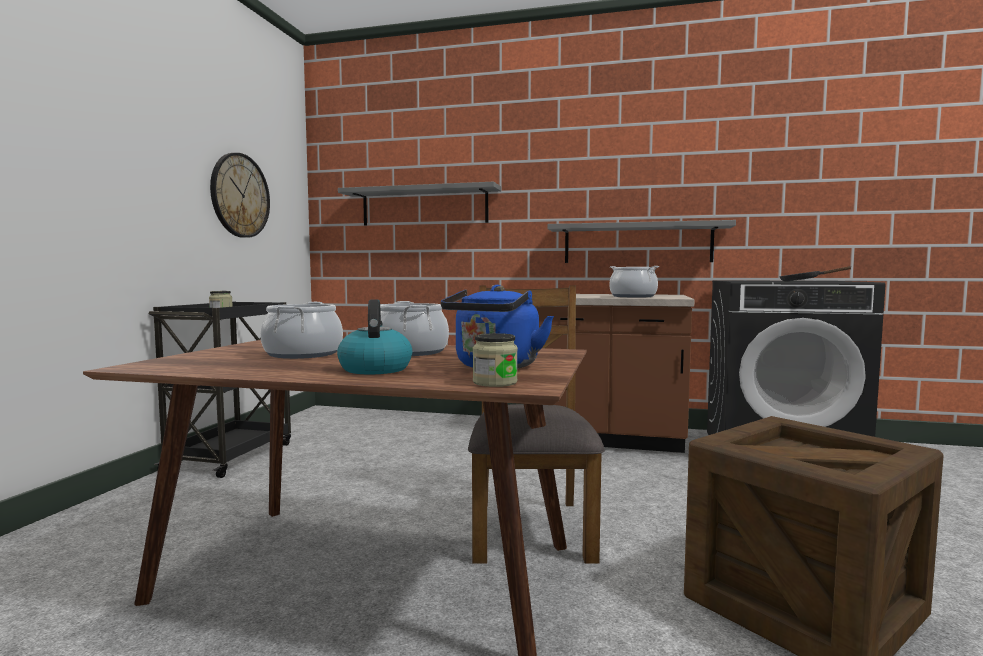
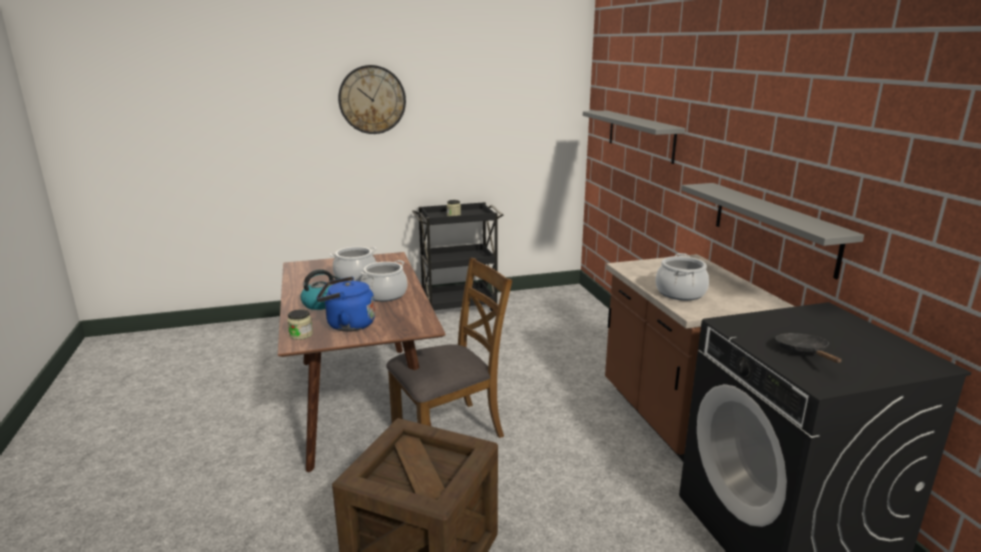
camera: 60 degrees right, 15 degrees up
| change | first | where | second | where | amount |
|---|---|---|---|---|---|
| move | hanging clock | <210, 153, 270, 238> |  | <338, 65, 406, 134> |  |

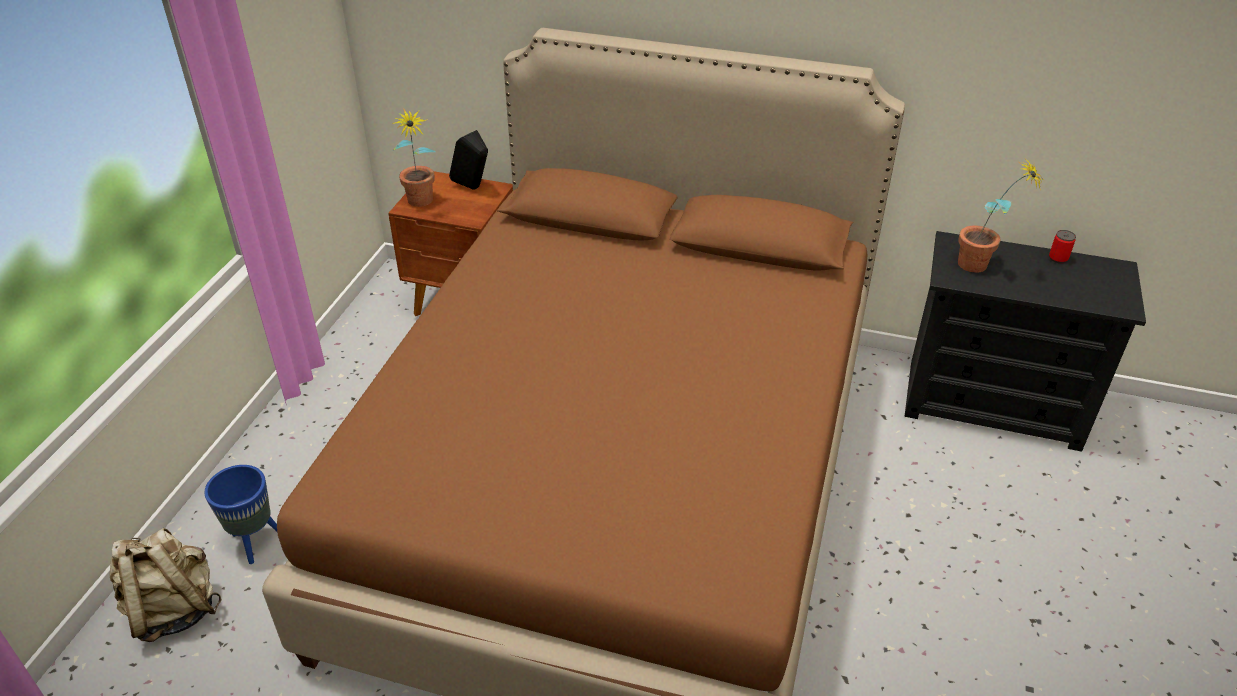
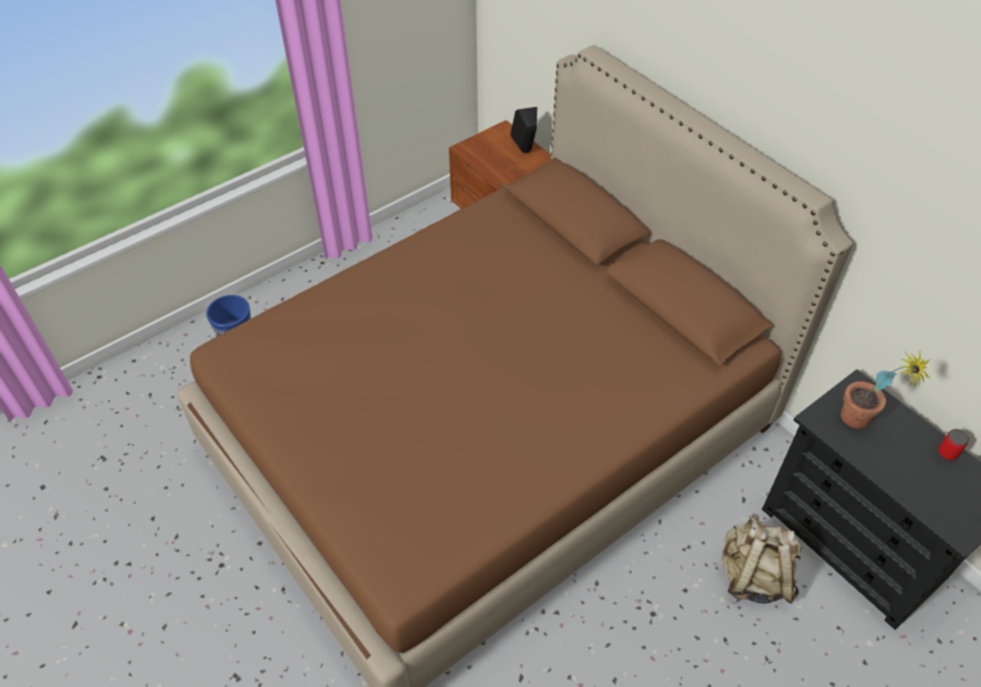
camera: 35 degrees right, 10 degrees up
| change | first | where | second | where | amount |
|---|---|---|---|---|---|
| move | beige-coloured rucksack | <110, 528, 222, 642> |  | <721, 513, 802, 604> |  |
| delete | potted plant | <392, 108, 436, 207> |  |  |  |

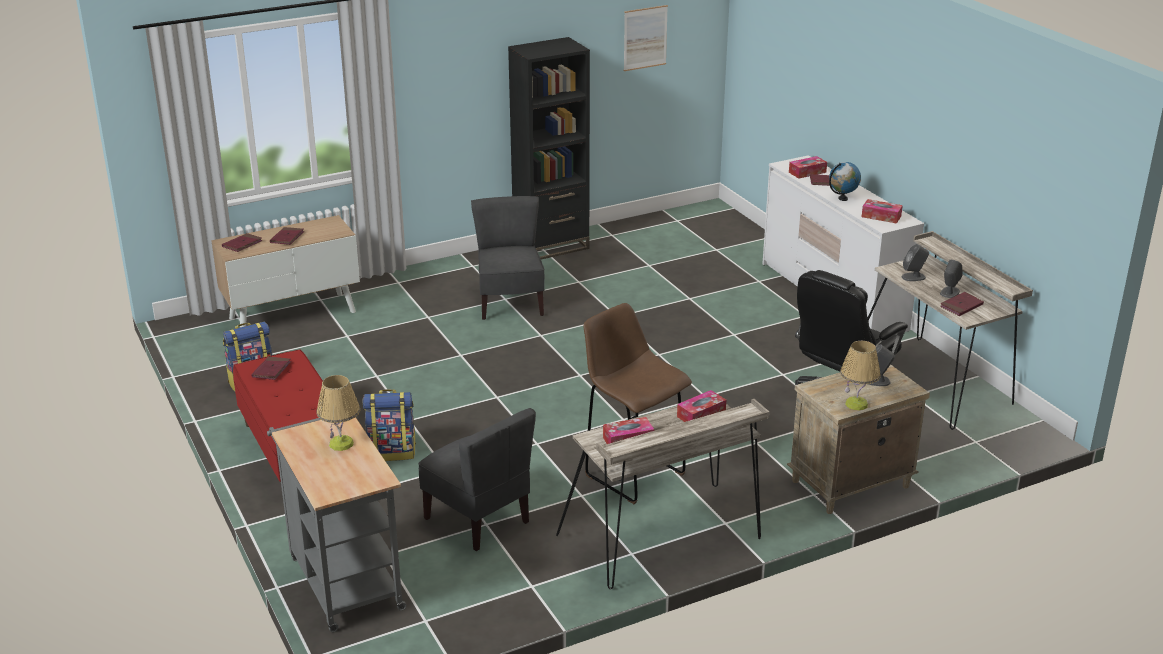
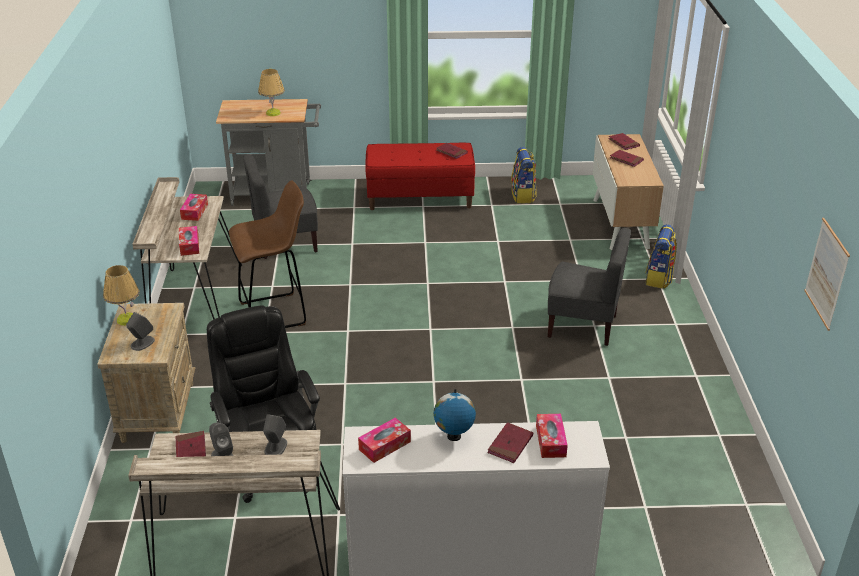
camera: 115 degrees right, 5 degrees up
| change | first | where | second | where | amount |
|---|---|---|---|---|---|
| move | rucksack | <362, 389, 416, 461> |  | <646, 224, 677, 289> |  |
| delete | black shelving unit | <508, 37, 590, 259> |  |  |  |

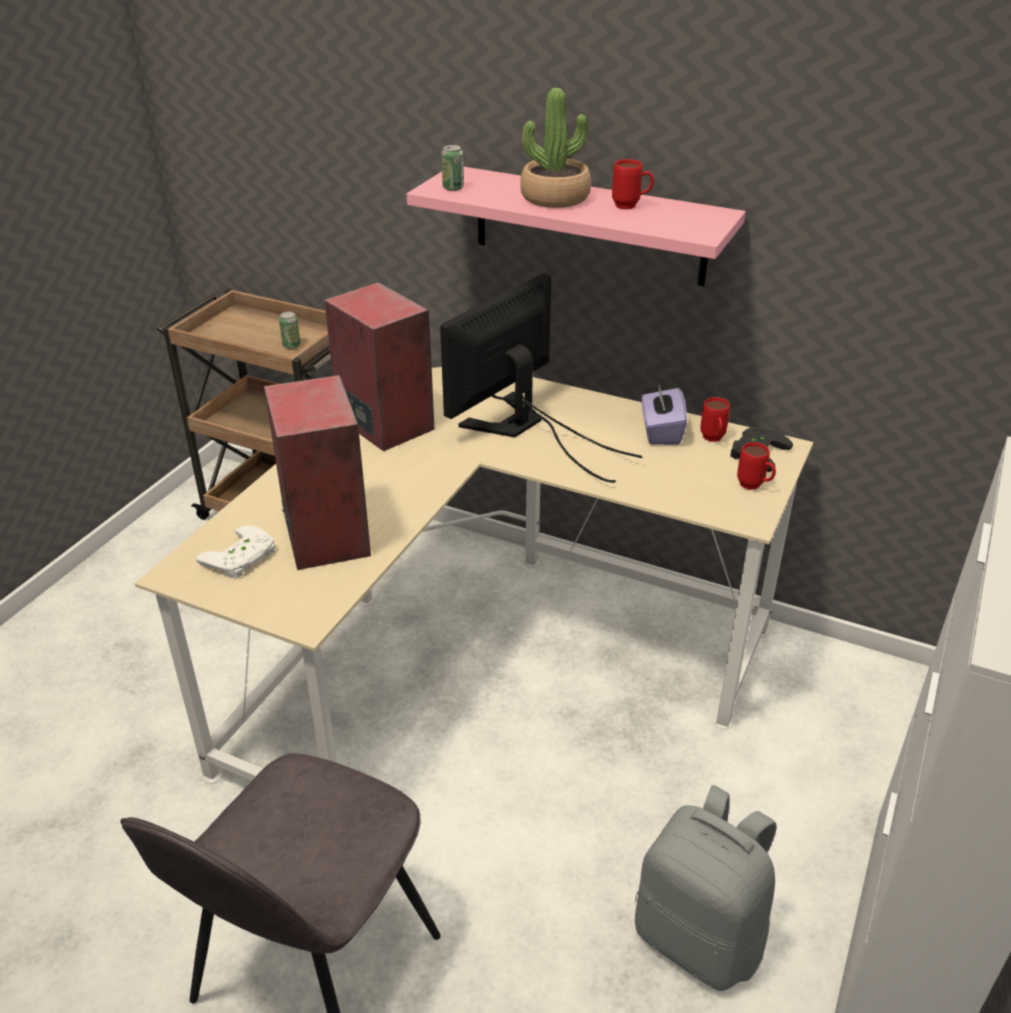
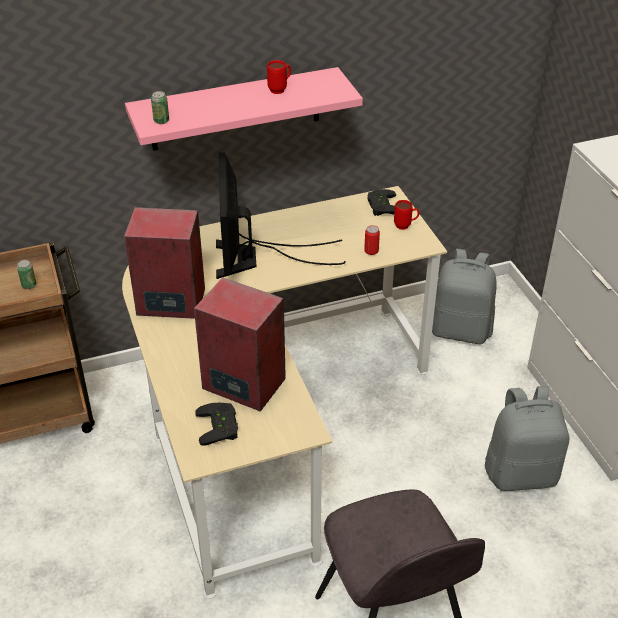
camera: 45 degrees left, 5 degrees up
| change | first | where | second | where | amount |
|---|---|---|---|---|---|
| recolor | white-coloured joypad | <196, 525, 275, 579> | black joypad | <195, 403, 238, 446> |  |
| delete | potted plant | <520, 88, 591, 208> |  |  |  |
| delete | purple tissue holder | <641, 385, 687, 445> |  |  |  |
| delete | red-coloured mug | <700, 397, 730, 442> |  |  |  |
| insert |  |  | sealed can | <364, 225, 380, 255> |  |
| insert |  |  | greyish rucksack | <432, 249, 497, 344> |  |

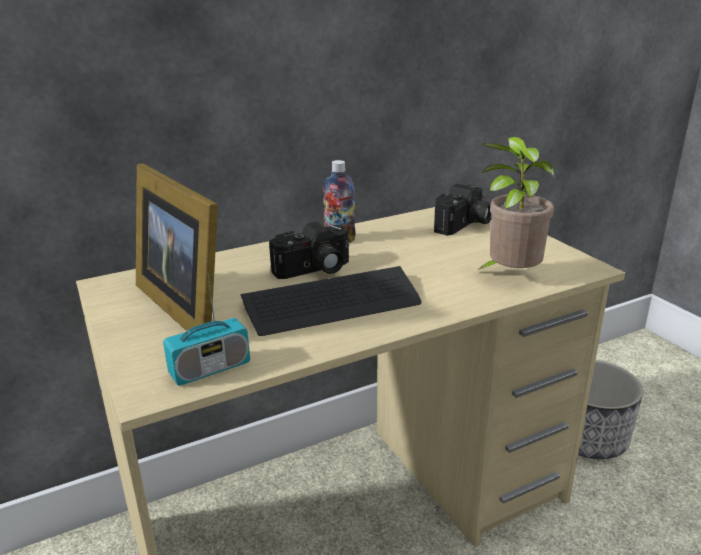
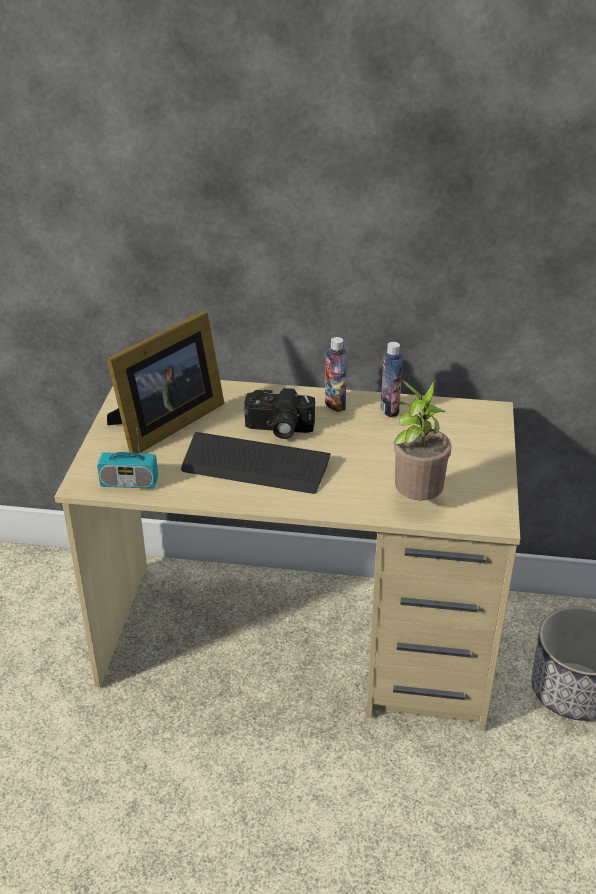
camera: 35 degrees right, 10 degrees up
| change | first | where | second | where | amount |
|---|---|---|---|---|---|
| rotate | photo frame | <136, 164, 218, 331> |  | <107, 310, 225, 454> | 135 degrees counterclockwise |
| delete | photo camera | <434, 184, 492, 236> |  |  |  |
| insert |  |  | beverage bottle | <380, 342, 403, 417> |  |

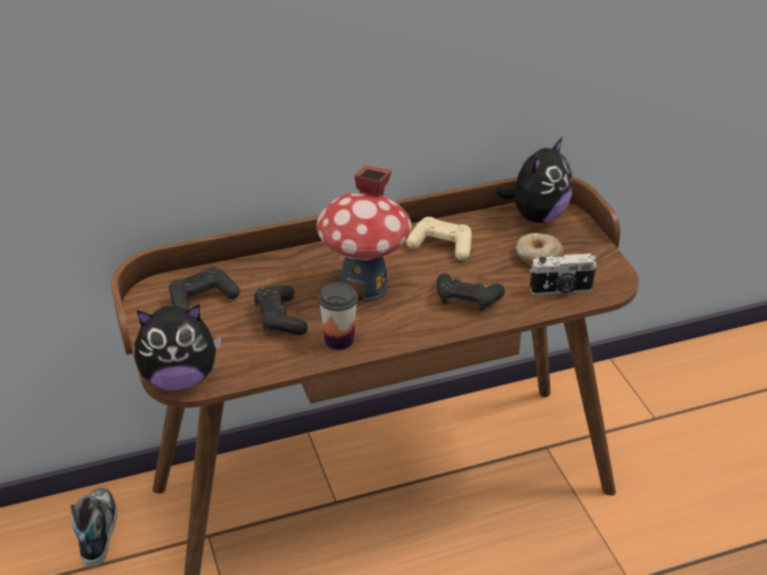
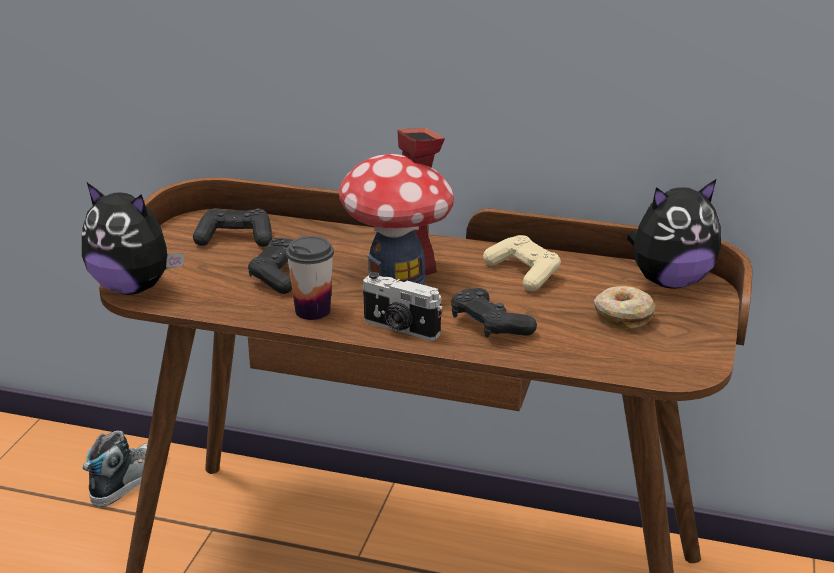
camera: 35 degrees right, 10 degrees down
| change | first | where | second | where | amount |
|---|---|---|---|---|---|
| move | photo camera | <530, 253, 598, 295> |  | <362, 272, 442, 341> |  |

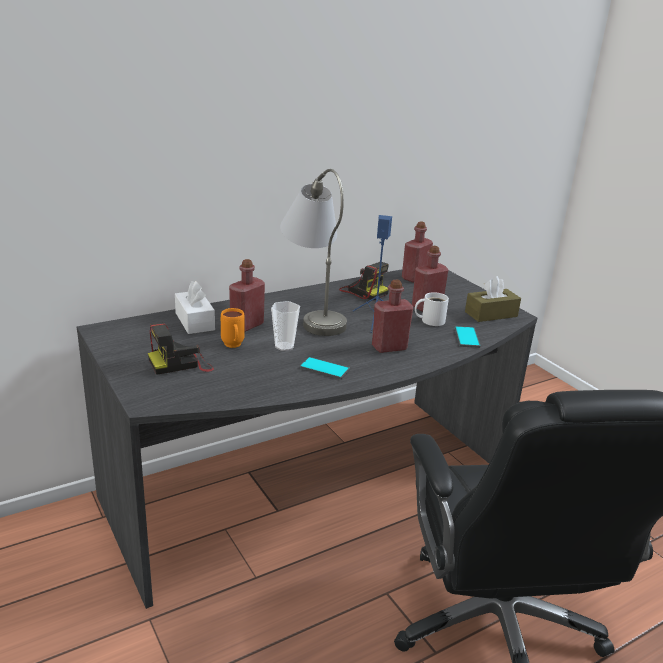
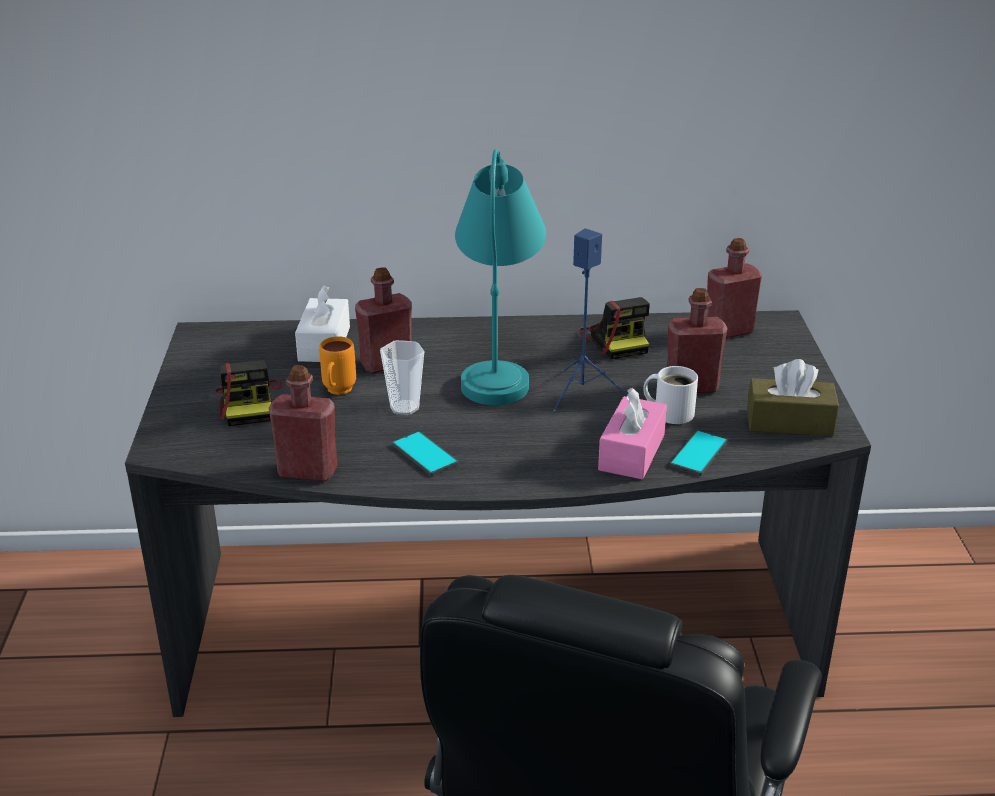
camera: 30 degrees right, 5 degrees up
| change | first | where | second | where | amount |
|---|---|---|---|---|---|
| rotate | photo camera | <148, 323, 214, 375> |  | <215, 360, 282, 426> | 105 degrees counterclockwise |
| recolor | greyish table lamp | <280, 169, 347, 336> | turquoise-coloured table lamp | <455, 149, 546, 405> |  |
| move | red-coloured beverage bottle | <372, 280, 413, 353> |  | <269, 365, 337, 481> |  |
| insert |  |  | pinkish tissue holder | <598, 388, 667, 479> |  |

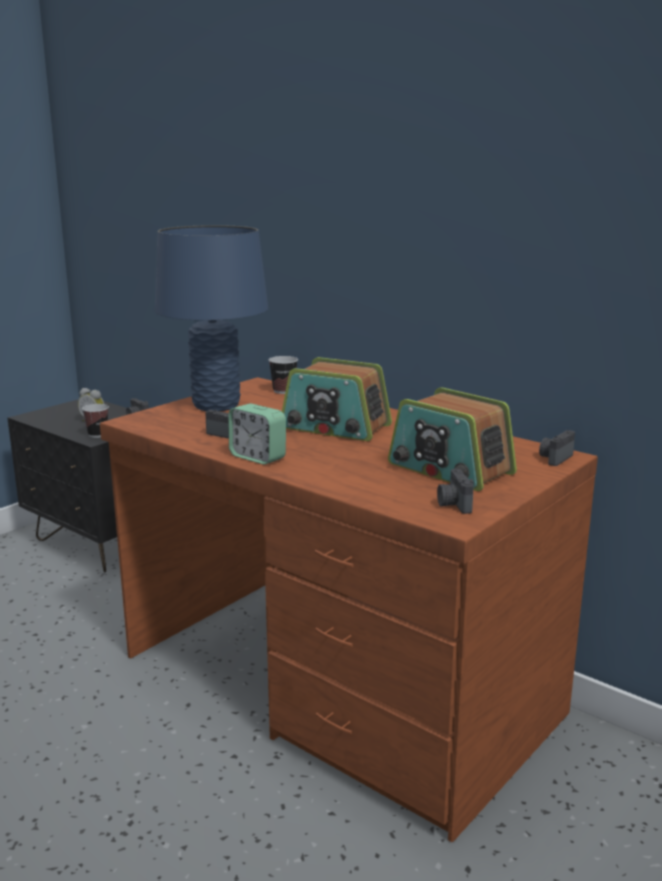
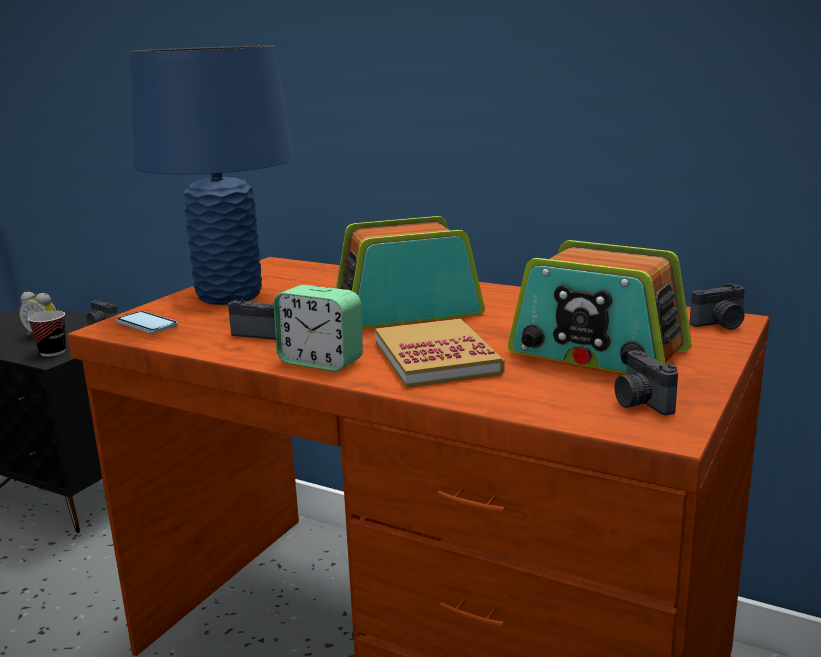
camera: 10 degrees left, 0 degrees up
| change | first | where | second | where | amount |
|---|---|---|---|---|---|
| delete | small cup | <269, 356, 298, 394> |  |  |  |
| rotate | radio receiver | <282, 357, 392, 441> |  | <336, 216, 485, 328> | 150 degrees clockwise |
| rotate | photo camera | <539, 430, 575, 466> |  | <690, 283, 745, 330> | 135 degrees counterclockwise |
| insert |  |  | phone | <116, 311, 178, 334> |  |
| insert |  |  | volume | <375, 319, 504, 388> |  |

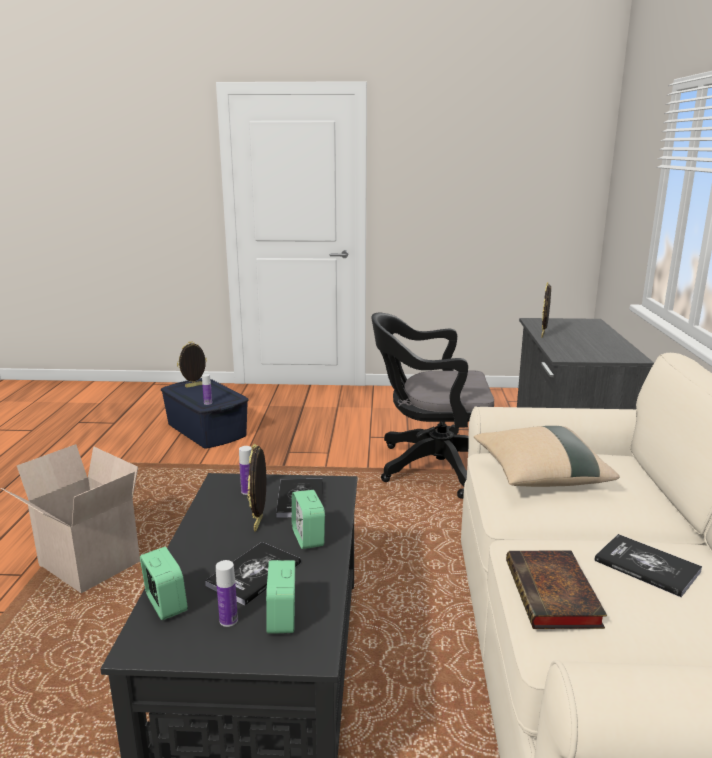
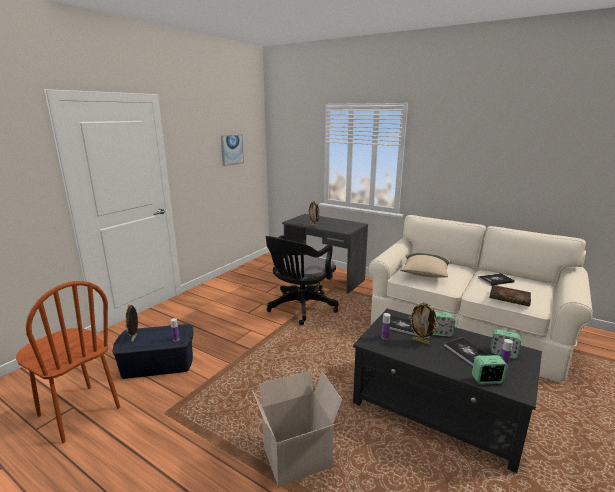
camera: 60 degrees left, 0 degrees up
| change | first | where | second | where | amount |
|---|---|---|---|---|---|
| insert |  |  | brown-coloured upright chair | <16, 281, 120, 443> |  |
| insert |  |  | wall picture | <221, 134, 244, 166> |  |

